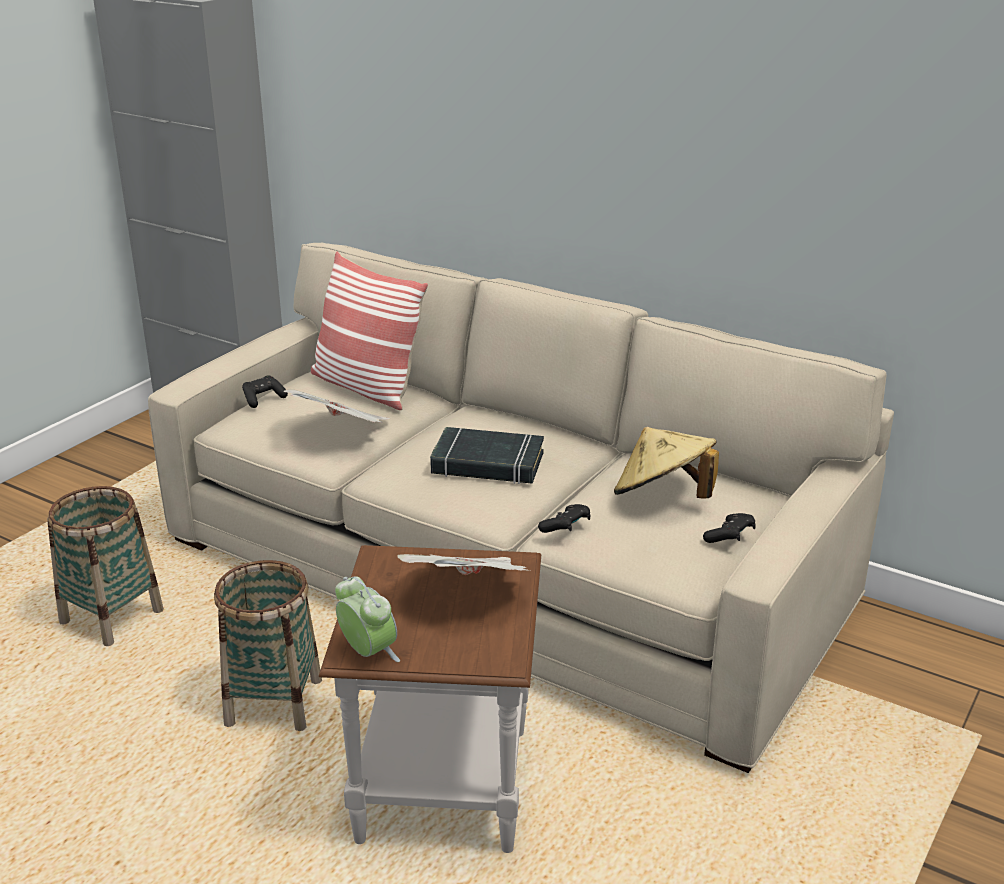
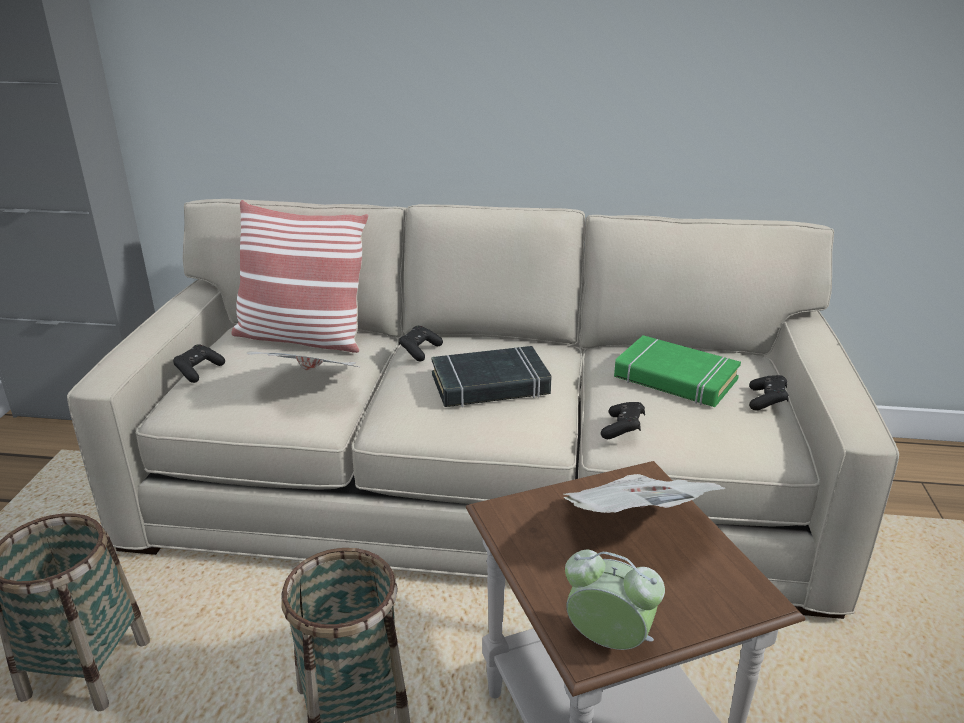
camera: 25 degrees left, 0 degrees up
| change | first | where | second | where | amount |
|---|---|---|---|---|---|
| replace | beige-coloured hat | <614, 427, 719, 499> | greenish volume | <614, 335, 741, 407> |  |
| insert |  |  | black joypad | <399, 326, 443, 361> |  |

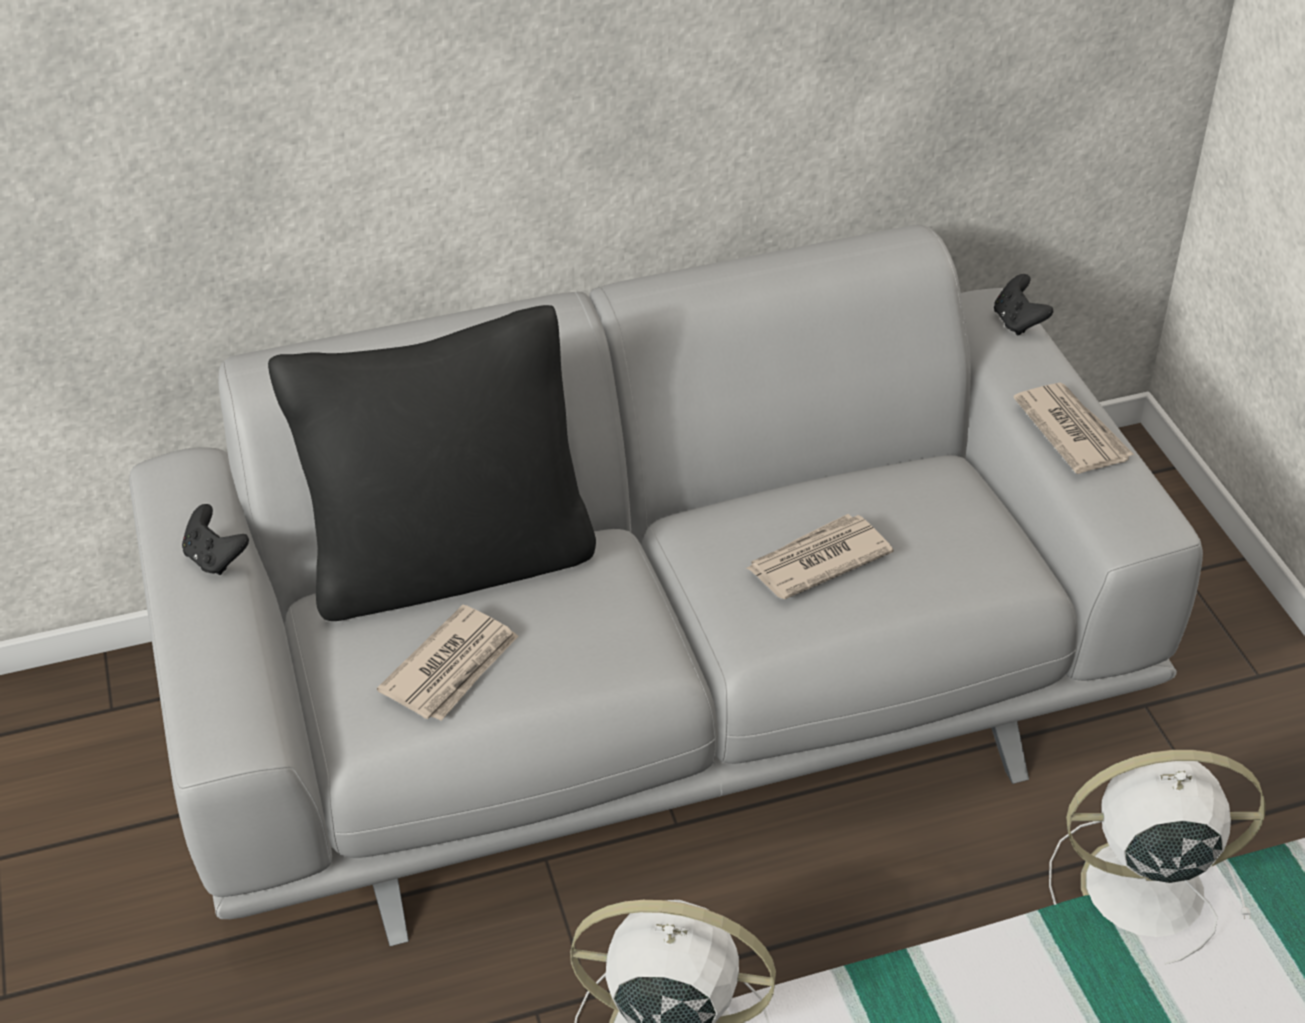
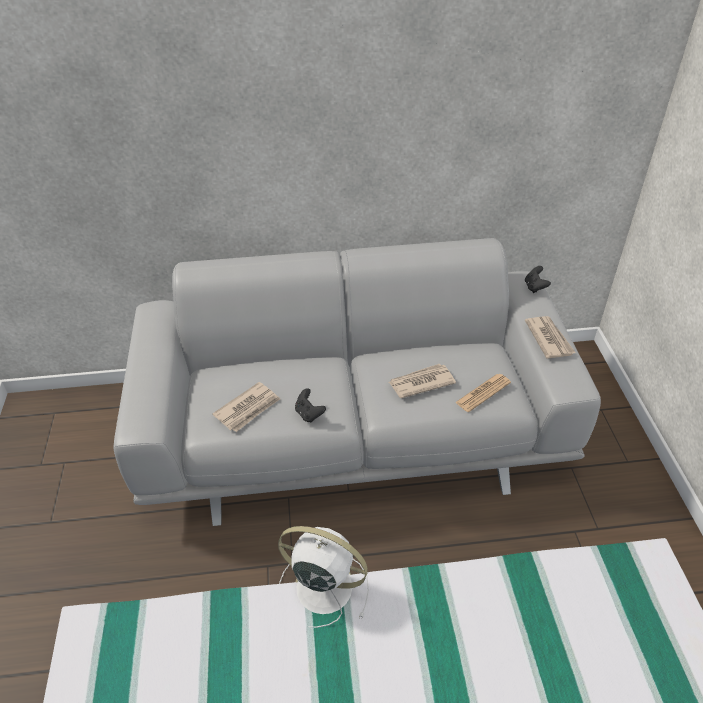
camera: 10 degrees right, 0 degrees up
| change | first | where | second | where | amount |
|---|---|---|---|---|---|
| move | black joypad | <182, 504, 249, 575> |  | <295, 388, 326, 423> |  |
| delete | black pillow | <268, 305, 596, 621> |  |  |  |
| delete | white-coloured cooling fan | <1049, 750, 1266, 965> |  |  |  |
| insert |  |  | newspaper | <455, 374, 511, 412> |  |

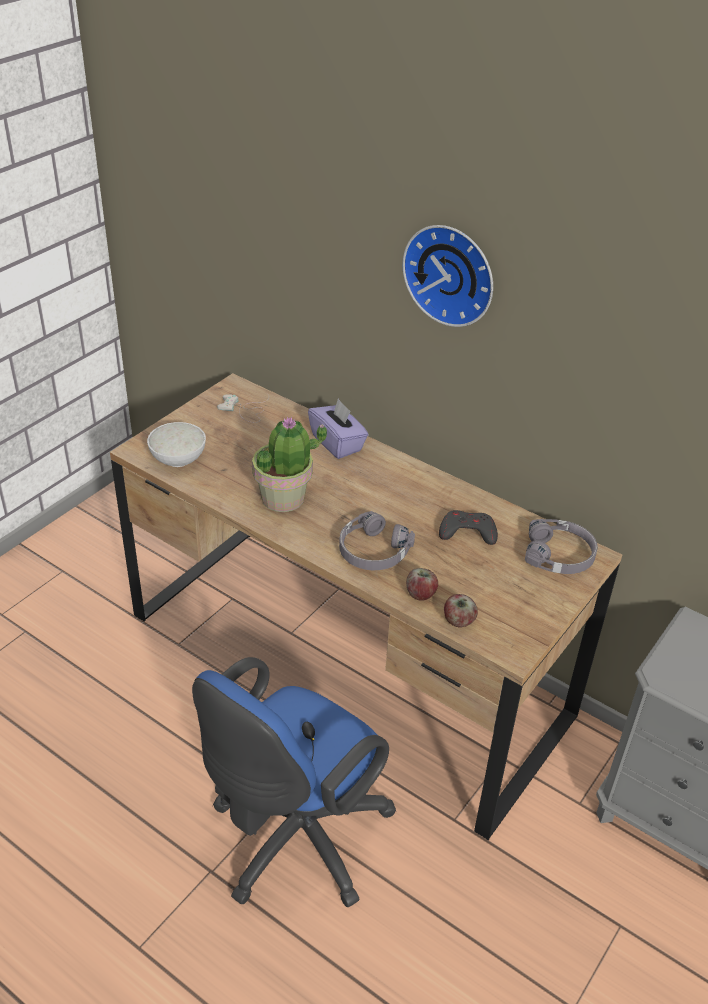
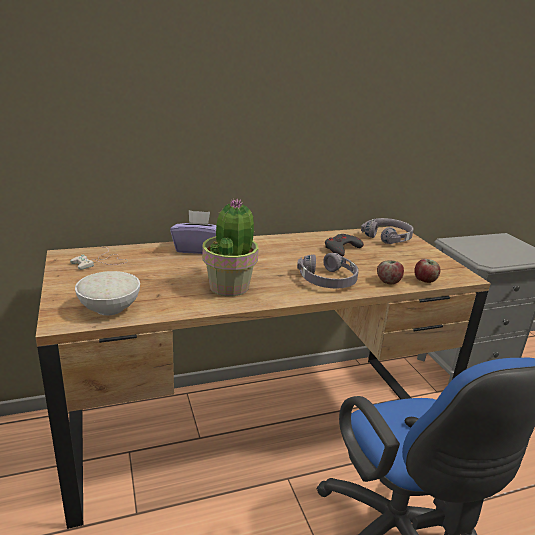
camera: 55 degrees left, 15 degrees down
| change | first | where | second | where | amount |
|---|---|---|---|---|---|
| delete | hanging clock | <402, 225, 493, 327> |  |  |  |

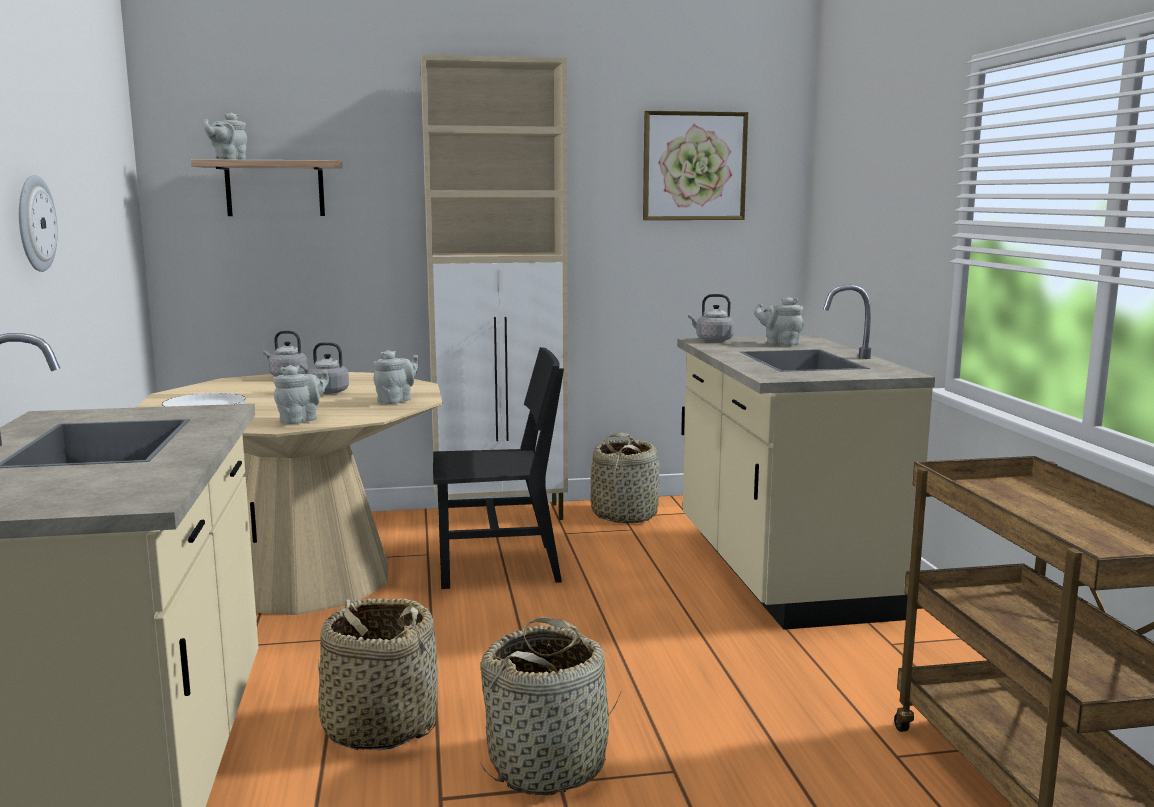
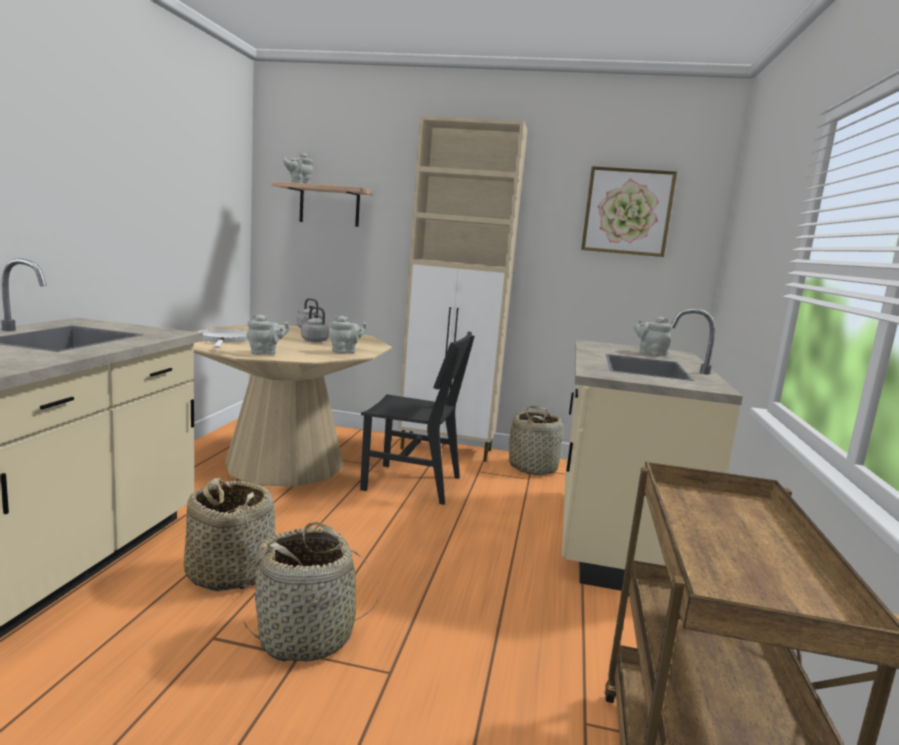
camera: 20 degrees right, 0 degrees up
| change | first | where | second | where | amount |
|---|---|---|---|---|---|
| delete | hanging clock | <19, 175, 58, 272> |  |  |  |
| delete | greyish kettle | <688, 294, 734, 342> |  |  |  |

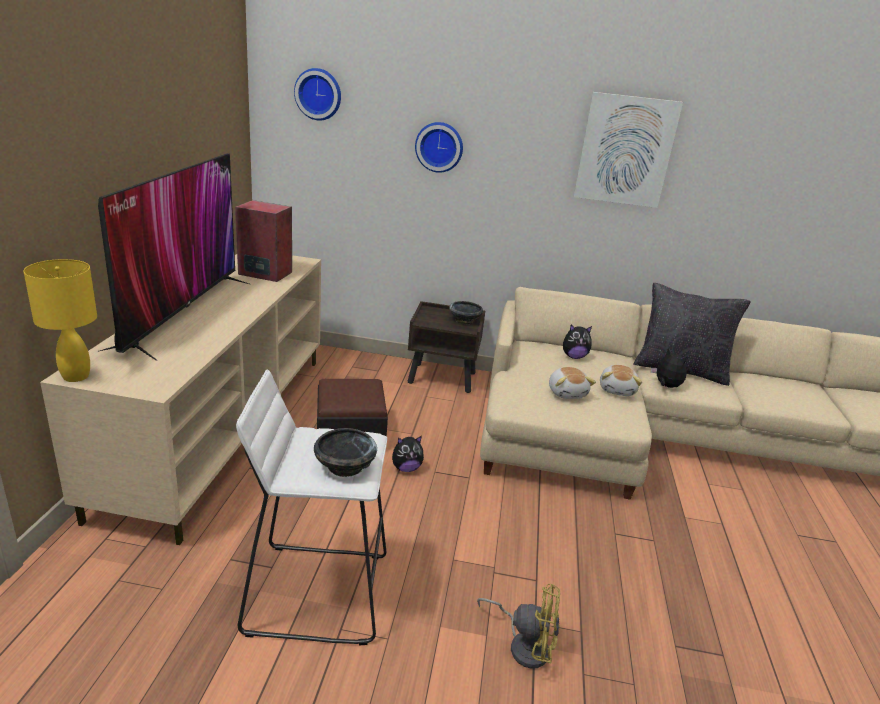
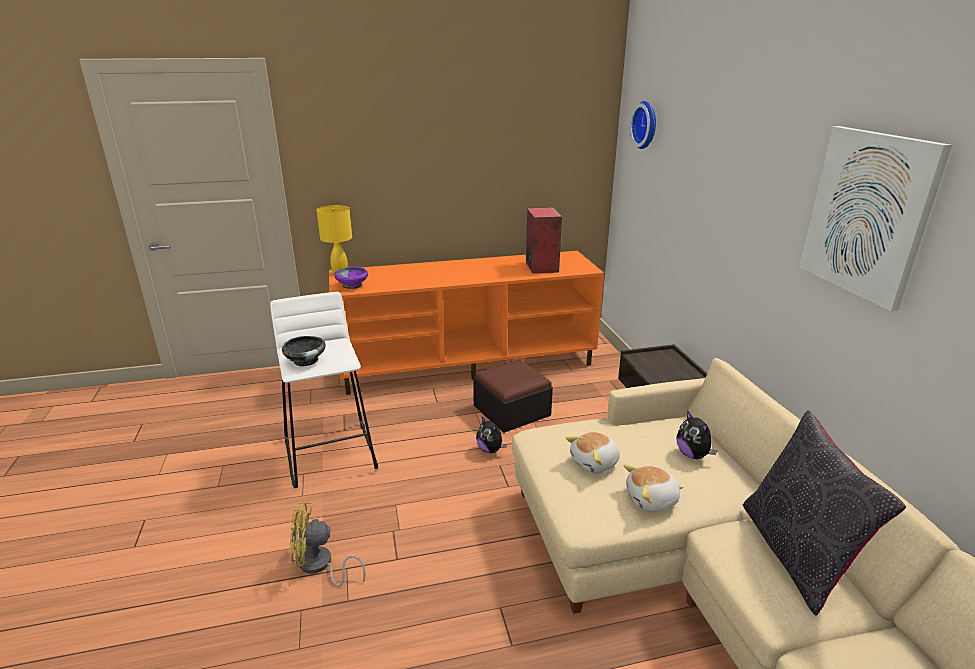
camera: 70 degrees right, 0 degrees up
| change | first | where | second | where | amount |
|---|---|---|---|---|---|
| recolor | beige-coloured media console | <40, 254, 321, 545> | orange-coloured media console | <329, 251, 604, 395> |  |
| delete | TV set | <97, 153, 249, 361> |  |  |  |
| delete | hanging clock | <415, 122, 463, 173> |  |  |  |
| delete | black bowl | <449, 301, 483, 324> |  |  |  |
| rotate | yellowish cooling fan | <477, 584, 561, 669> |  | <289, 502, 366, 587> | 90 degrees clockwise |
| delete | plush toy | <651, 348, 687, 388> |  |  |  |
| insert |  |  | purple bowl | <334, 267, 368, 289> |  |

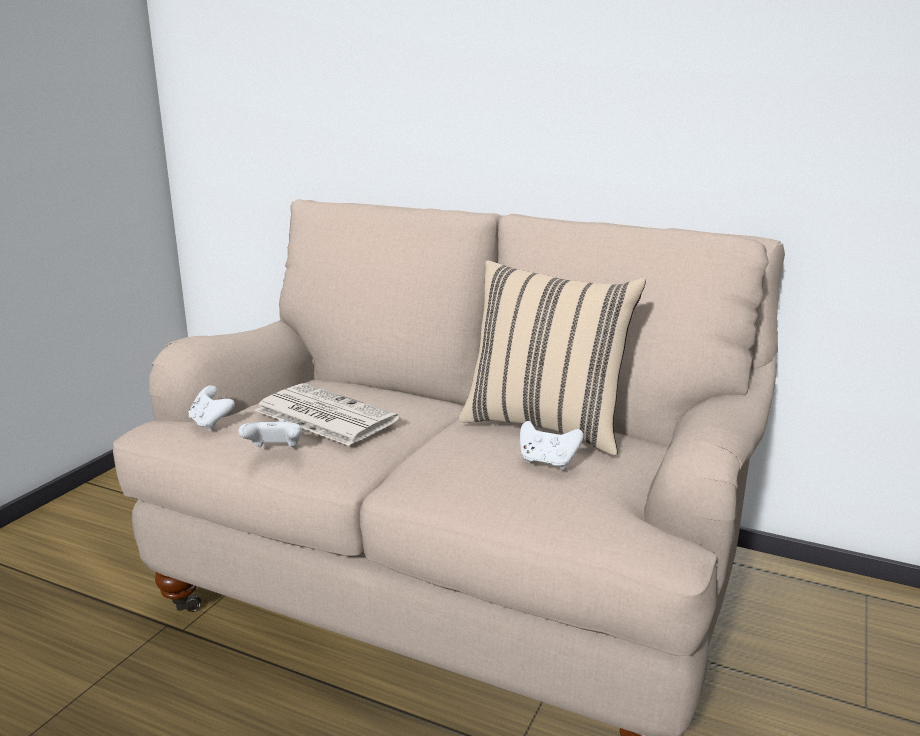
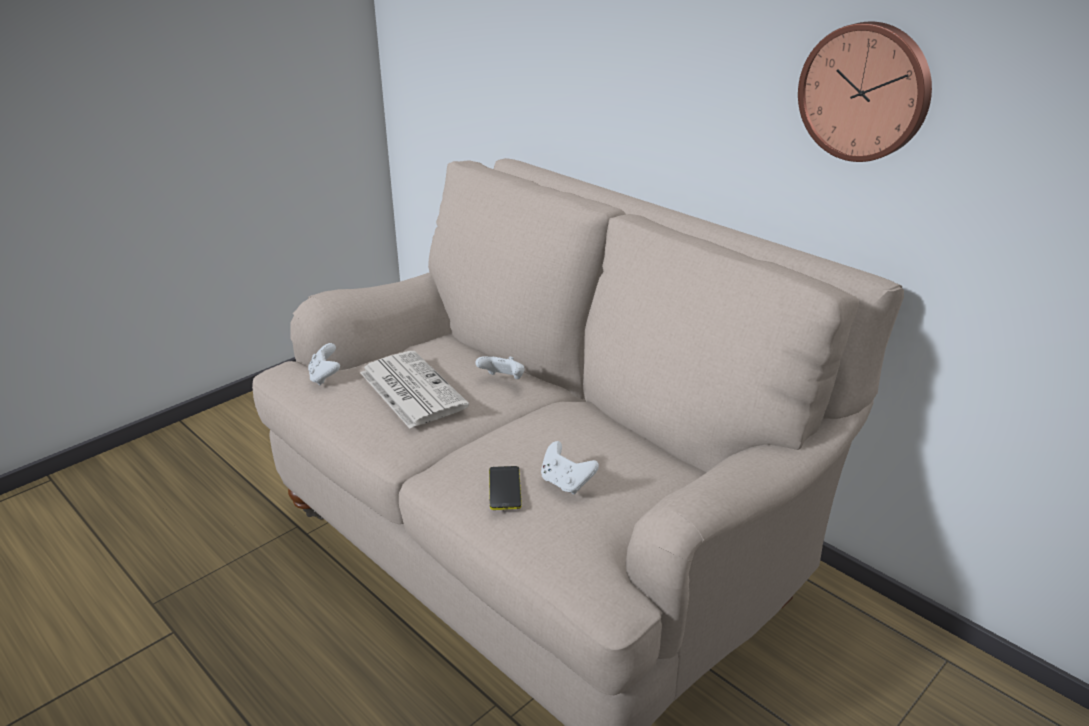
camera: 20 degrees right, 10 degrees up
| change | first | where | second | where | amount |
|---|---|---|---|---|---|
| move | white-coloured joypad | <238, 419, 302, 447> |  | <475, 356, 525, 379> |  |
| delete | beige-coloured pillow | <459, 260, 646, 455> |  |  |  |
| insert |  |  | phone | <489, 466, 522, 510> |  |
| insert |  |  | hanging clock | <798, 21, 932, 162> |  |

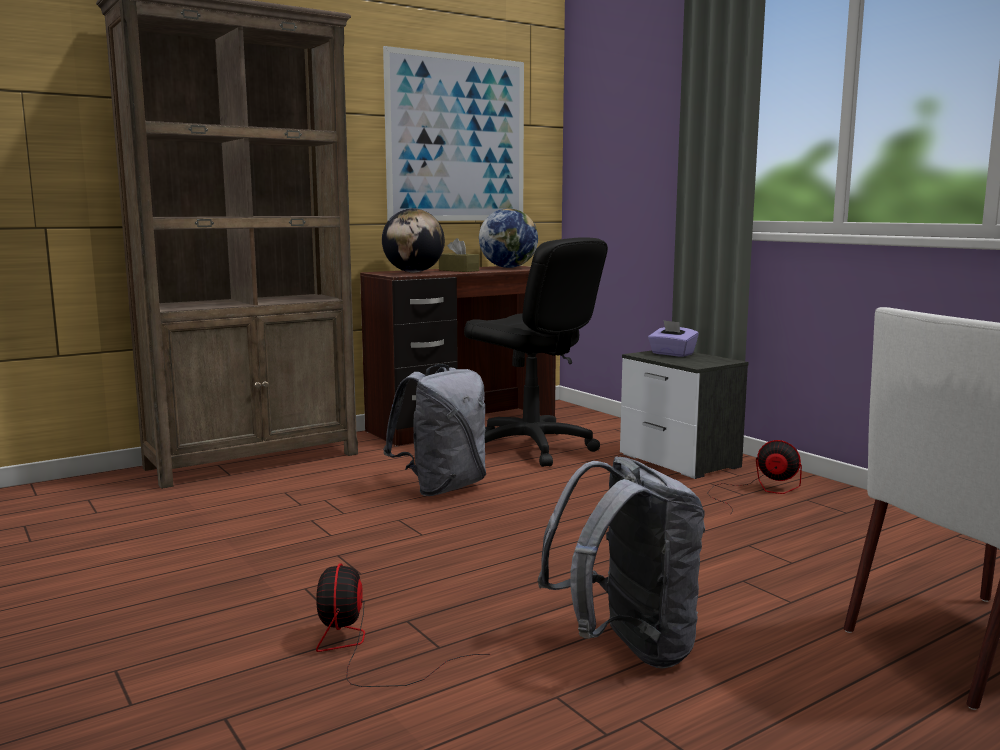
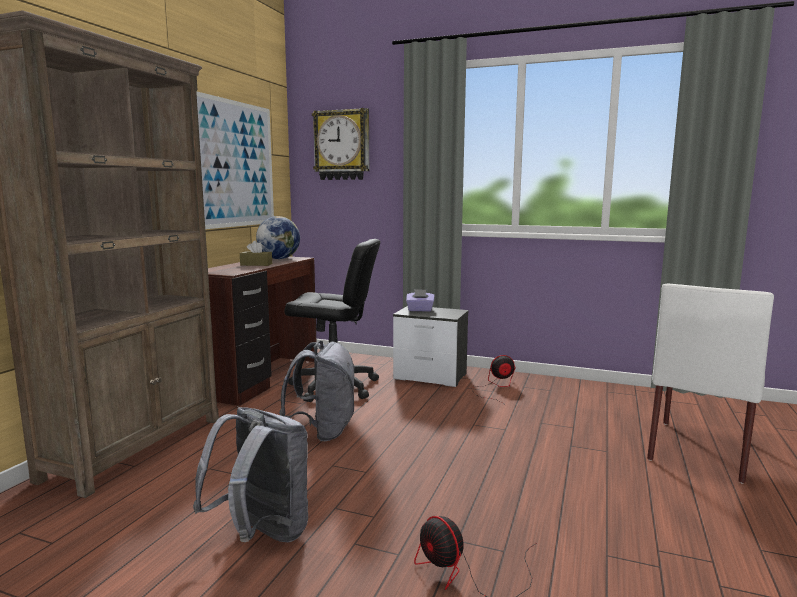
camera: 35 degrees left, 0 degrees up
| change | first | where | second | where | amount |
|---|---|---|---|---|---|
| delete | desk globe | <382, 208, 445, 272> |  |  |  |
| move | greyish rucksack | <538, 456, 705, 669> |  | <193, 407, 308, 542> |  |
| insert |  |  | hanging clock | <312, 108, 369, 180> |  |

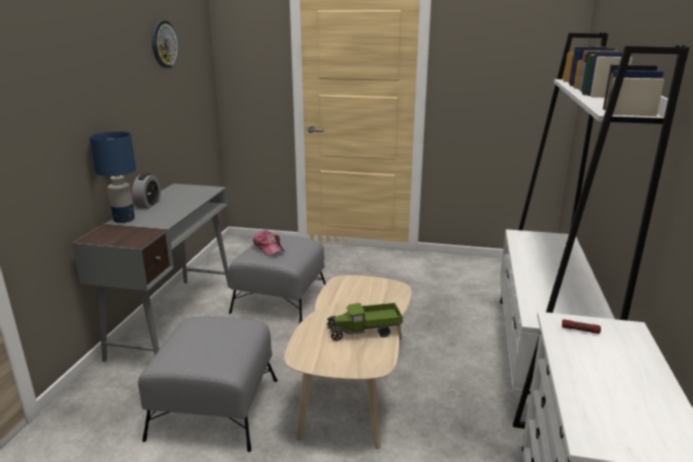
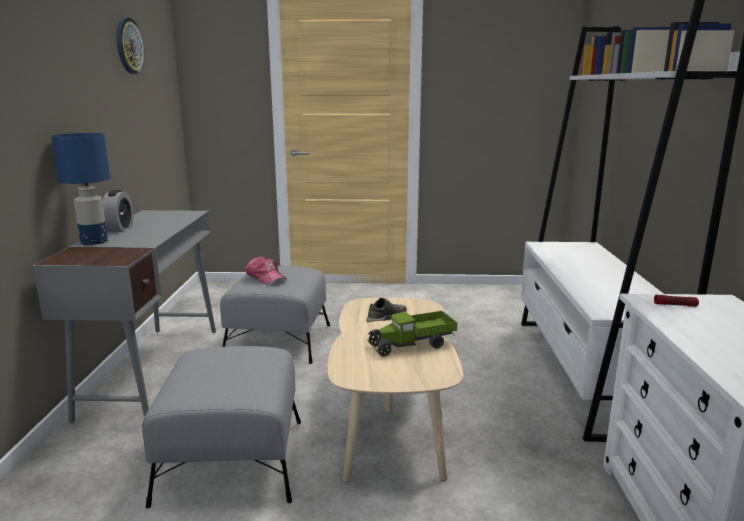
camera: 10 degrees left, 5 degrees down
| change | first | where | second | where | amount |
|---|---|---|---|---|---|
| insert |  |  | greyish shoe | <366, 298, 407, 322> |  |

